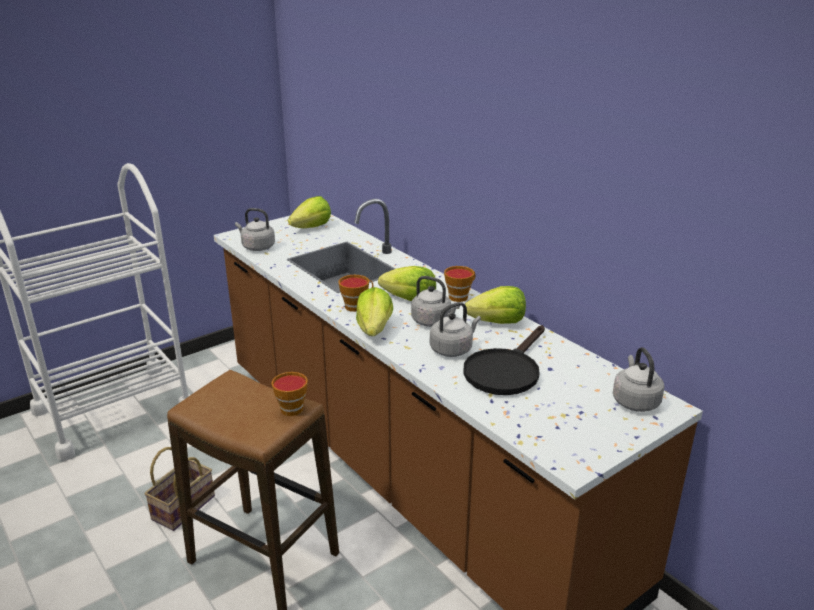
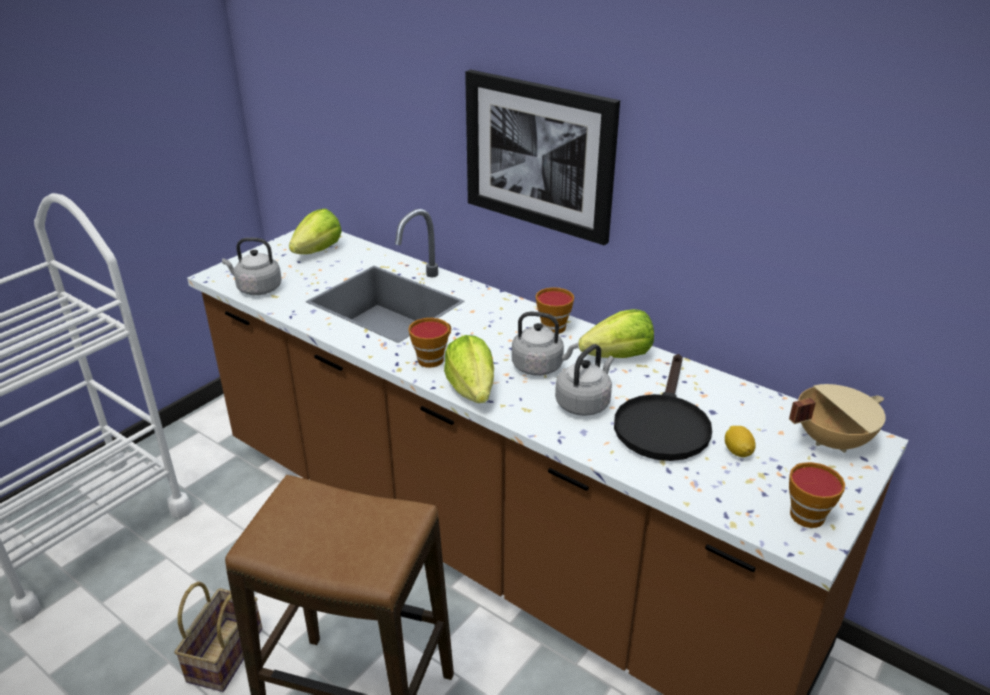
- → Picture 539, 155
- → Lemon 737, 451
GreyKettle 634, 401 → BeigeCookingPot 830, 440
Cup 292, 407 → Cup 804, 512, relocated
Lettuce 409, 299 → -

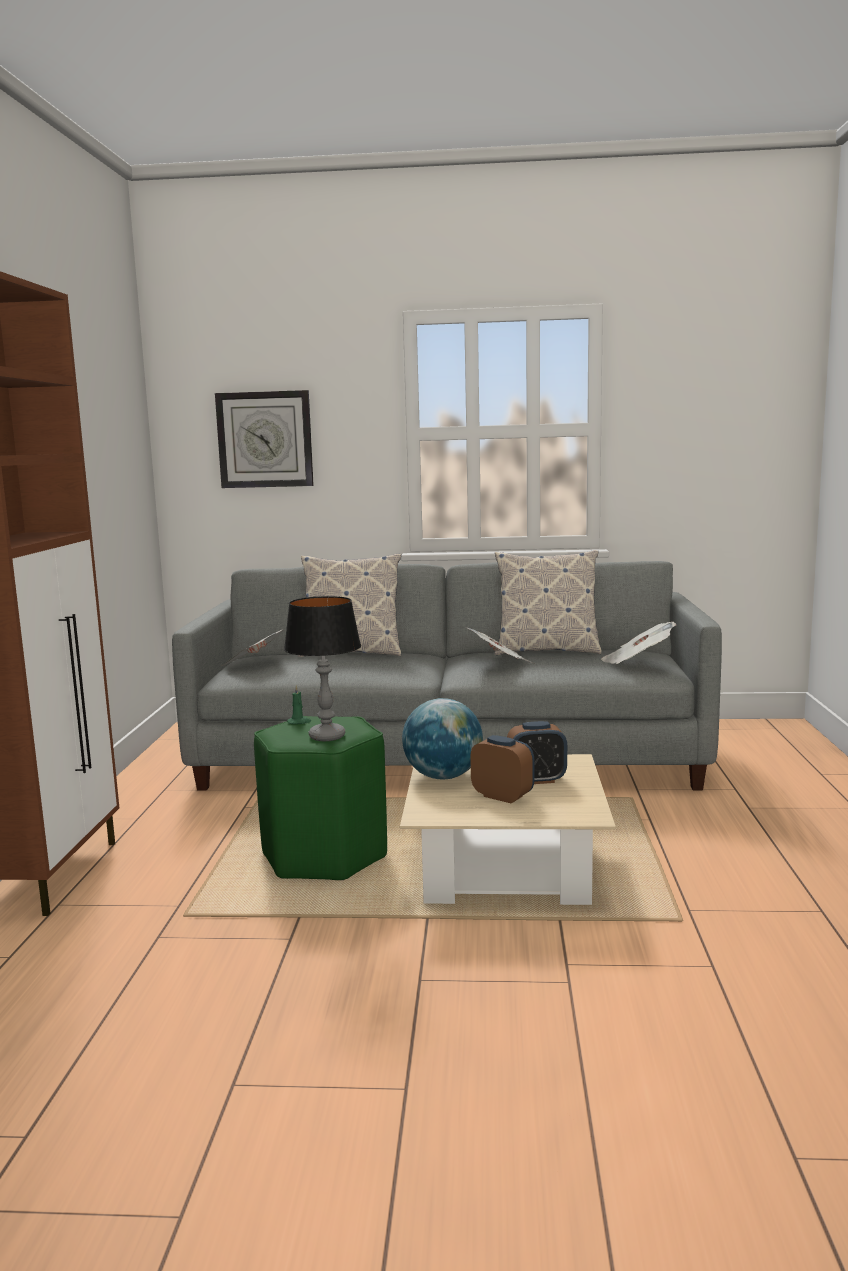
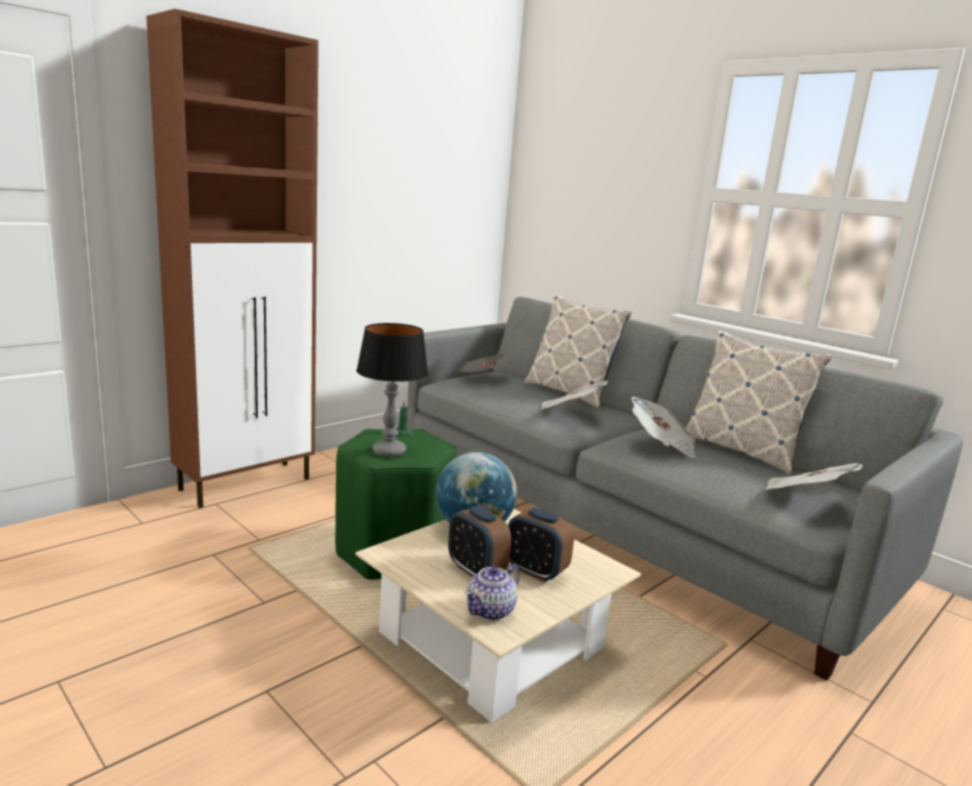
AlarmClock 502, 796 → AlarmClock 476, 570, 150 degrees clockwise
- → Teapot 491, 610
- → Newspaper 569, 412
WallClock 265, 439 → -

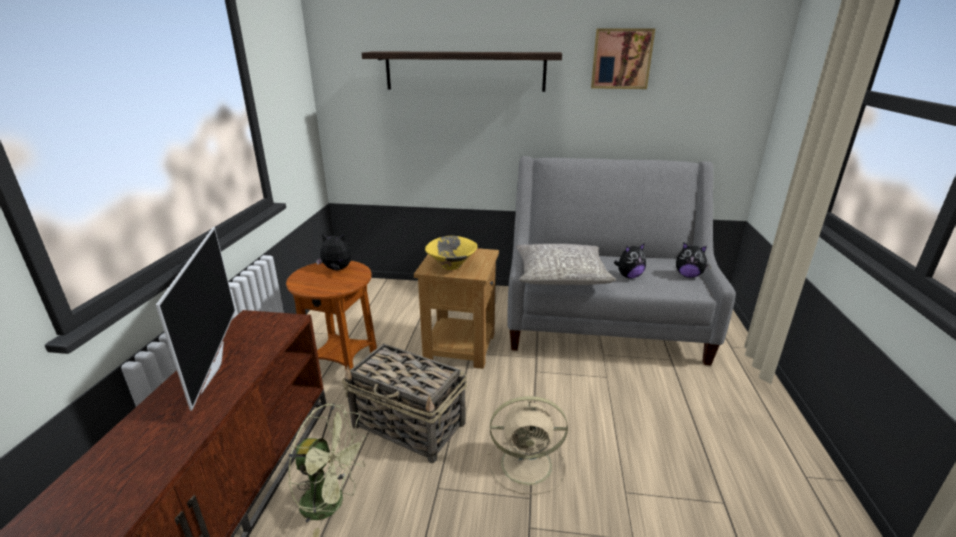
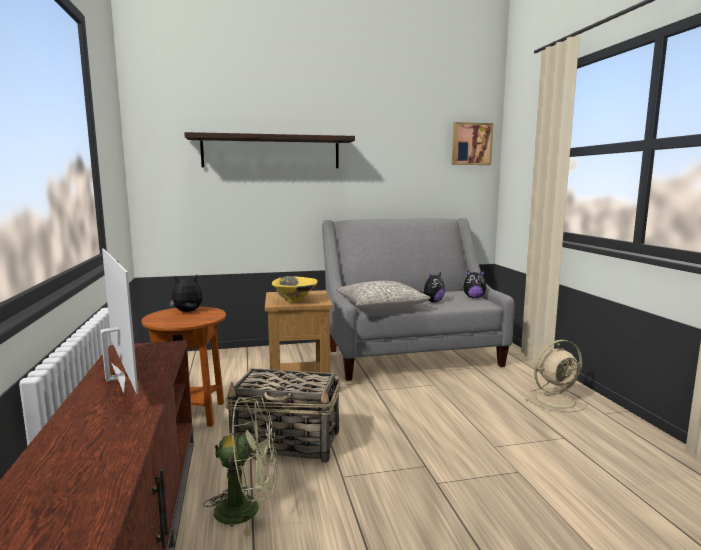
Picture 621, 59 → Picture 471, 144, relocated
BeigeFan 528, 464 → BeigeFan 557, 400, relocated

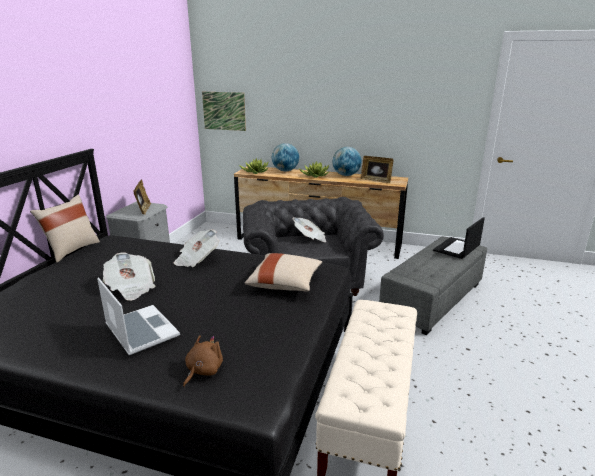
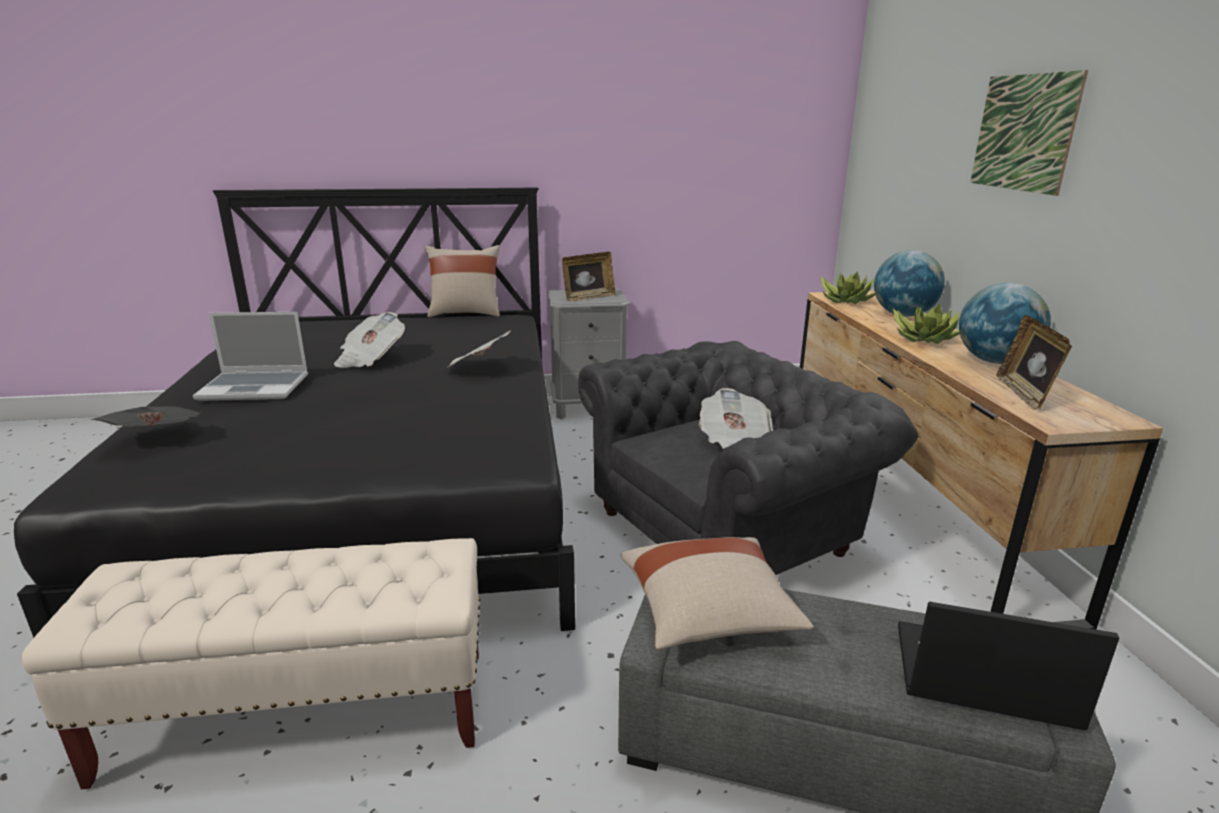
BrownPlushToy 203, 371 → Newspaper 157, 440
Laptop 140, 331 → Laptop 256, 387, 60 degrees clockwise
BeigePillow 285, 283 → BeigePillow 708, 614, relocated
Picture 224, 111 → Picture 1023, 132, relocated

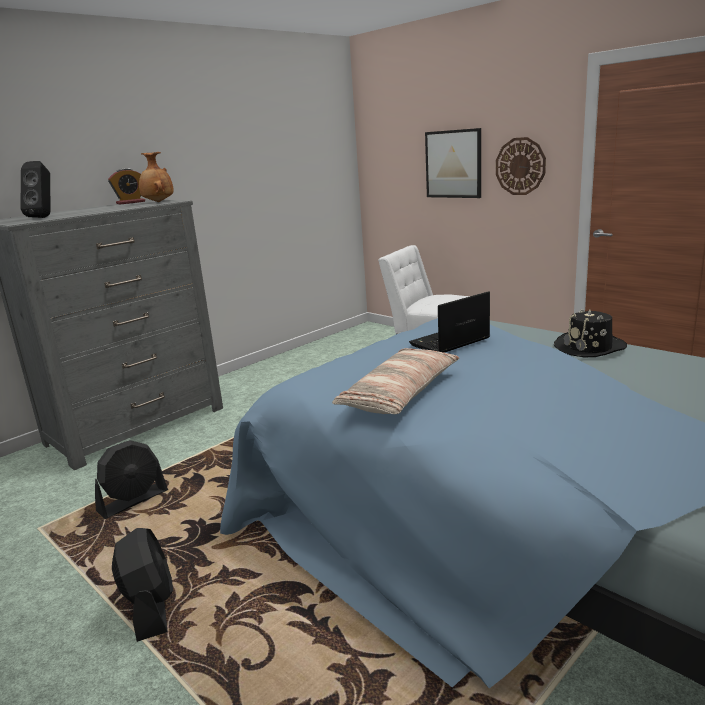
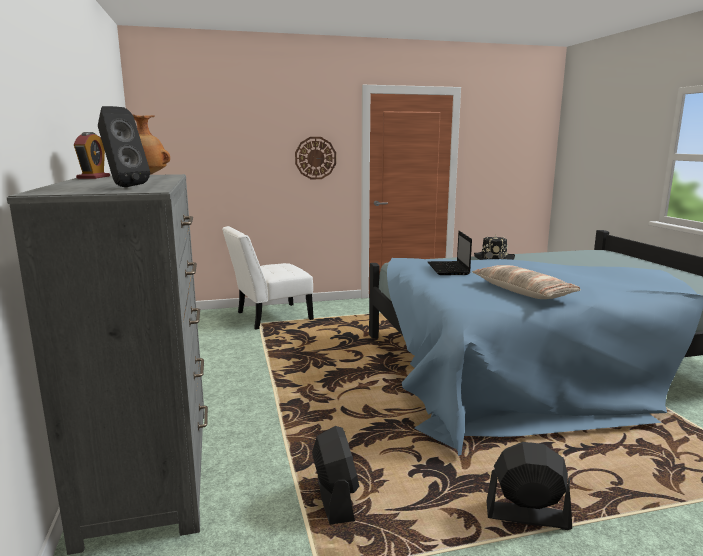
Picture 453, 164 → -

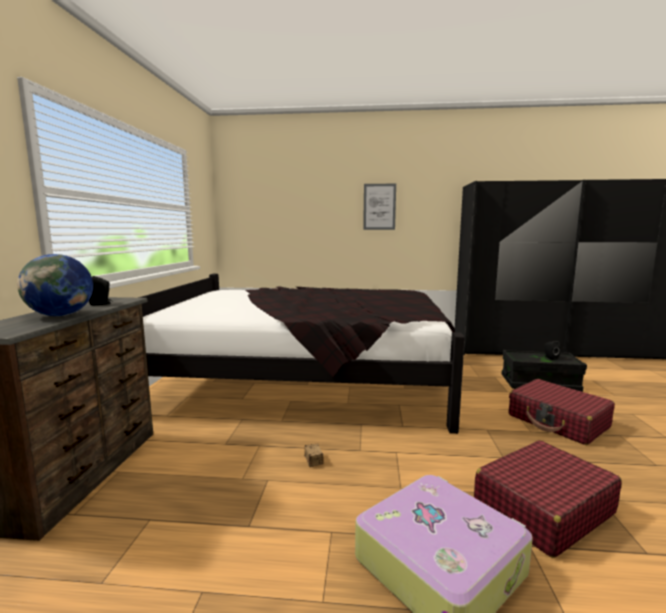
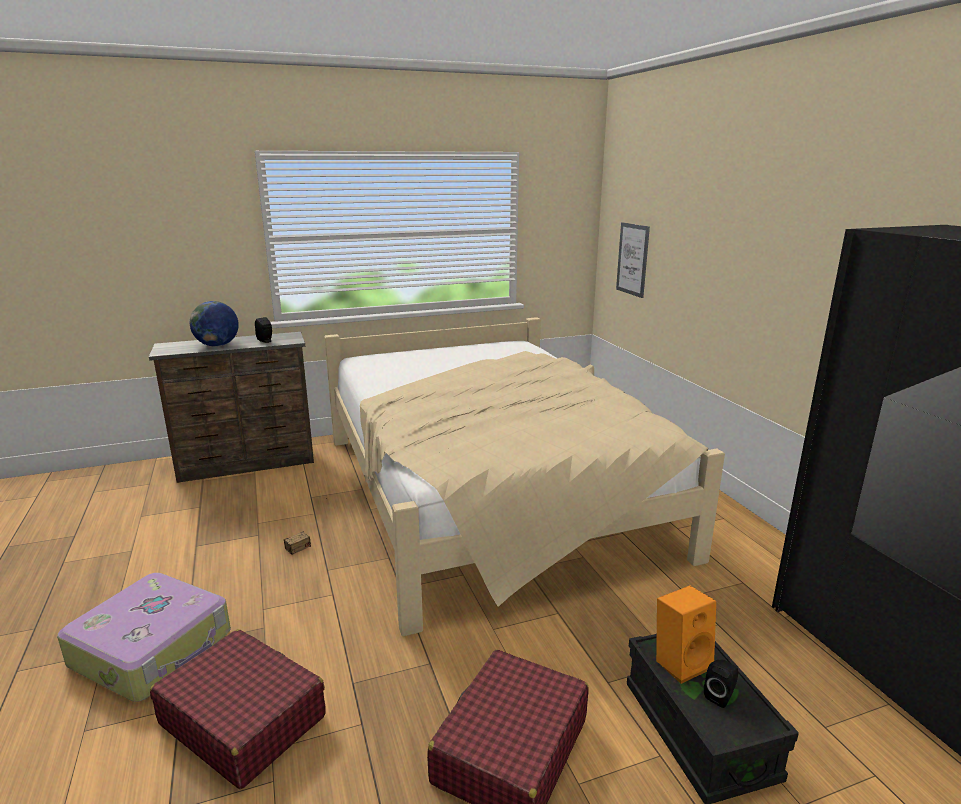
BlackBed 307, 380 → BeigeBed 491, 493
Picture 379, 207 → Picture 632, 259, relocated
- → OrangeSpeaker 681, 661

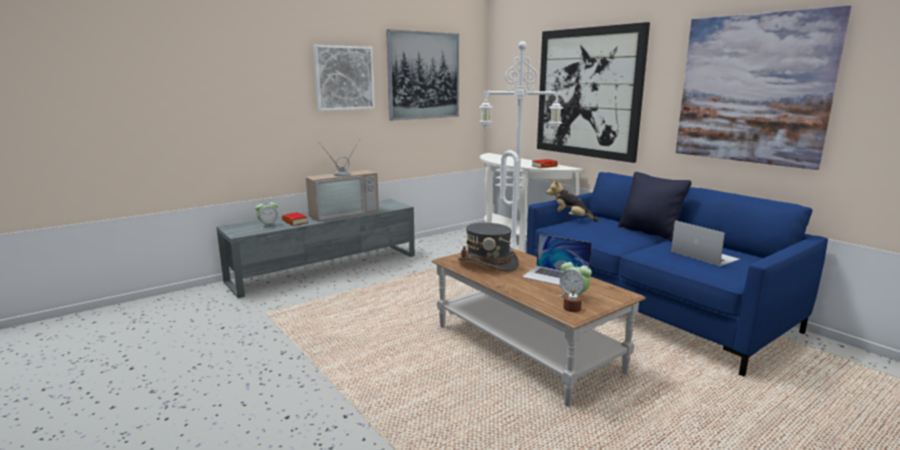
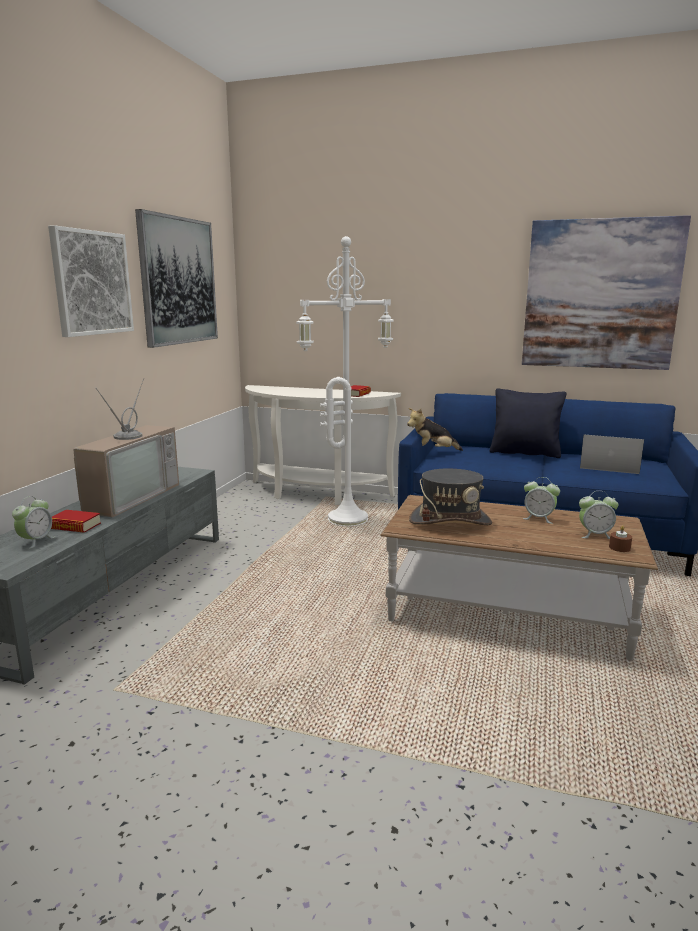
Laptop 556, 276 → AlarmClock 539, 518
Picture 588, 93 → -

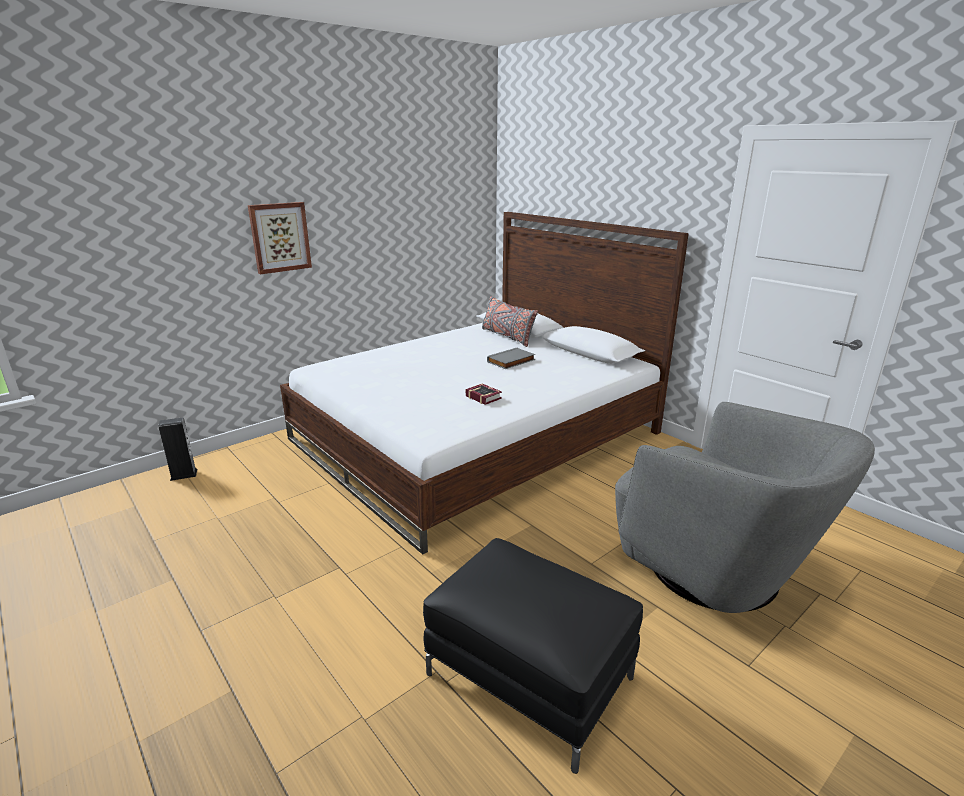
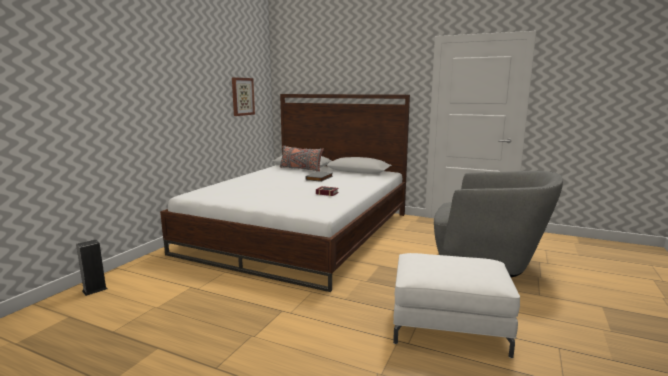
Picture 280, 237 → Picture 242, 96, relocated
BlackOttoman 529, 675 → WhiteOttoman 449, 327

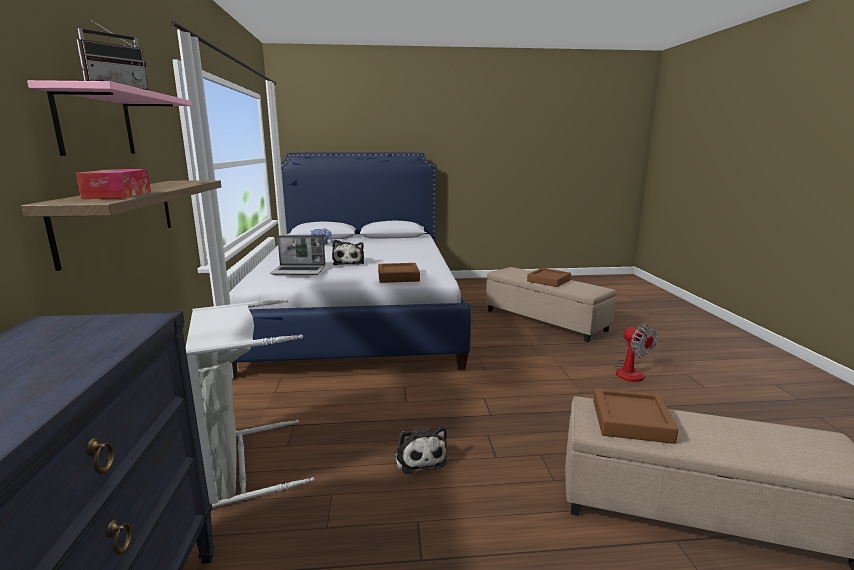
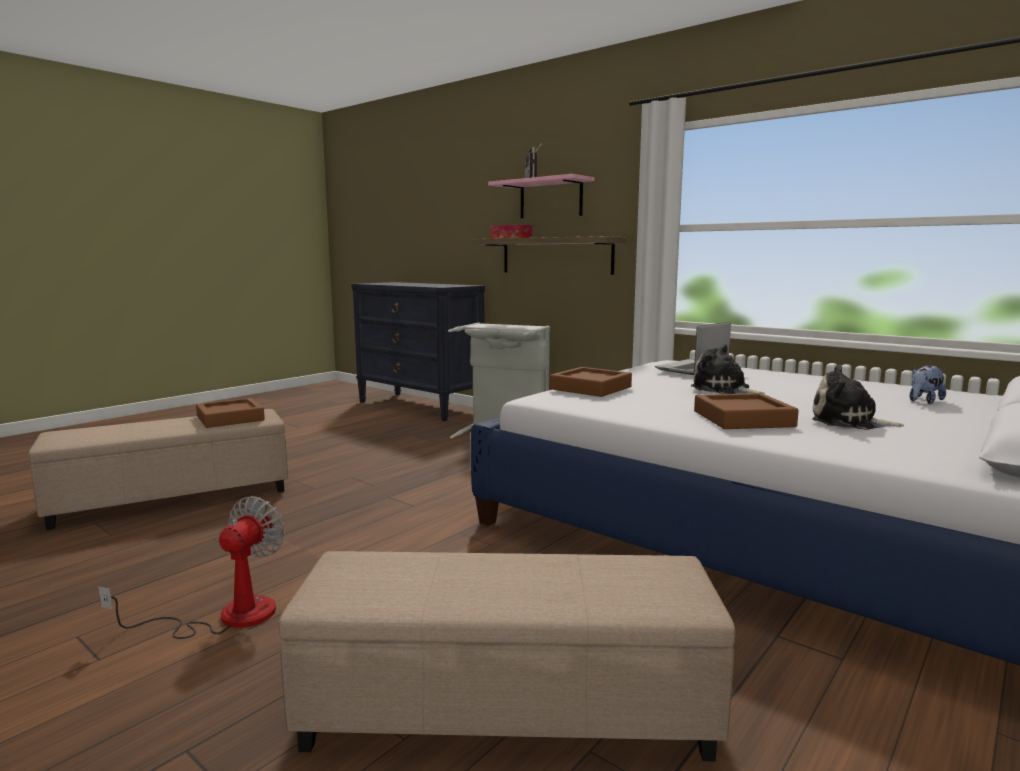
Fan 630, 371 → Fan 226, 617, 90 degrees clockwise
BrownTray 548, 280 → BrownTray 743, 419, relocated
PlushToy 419, 457 → PlushToy 848, 422, relocated

